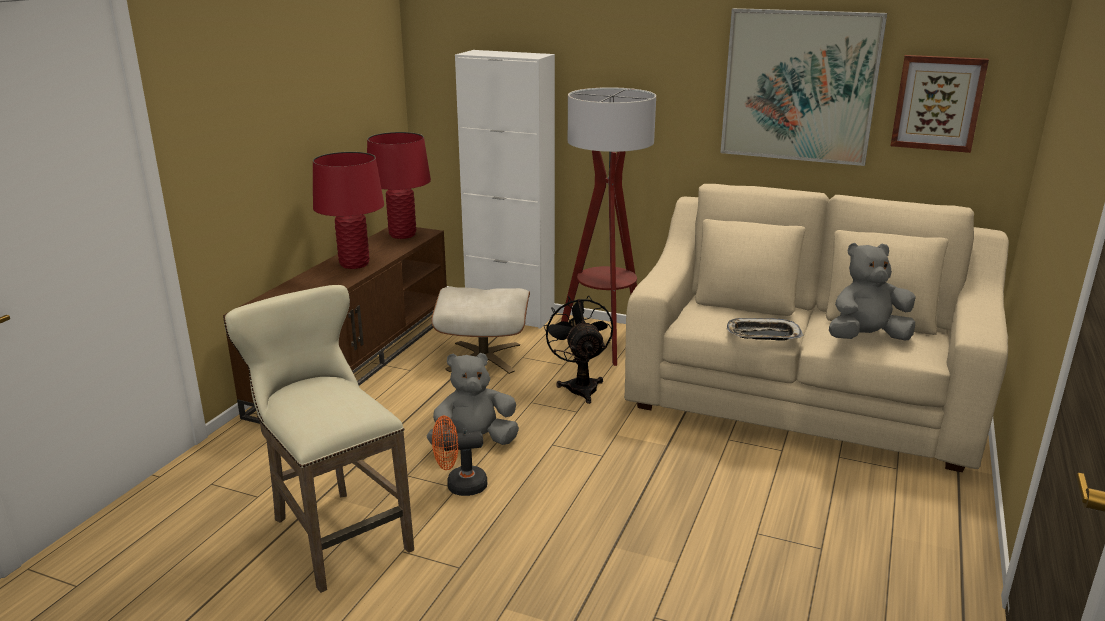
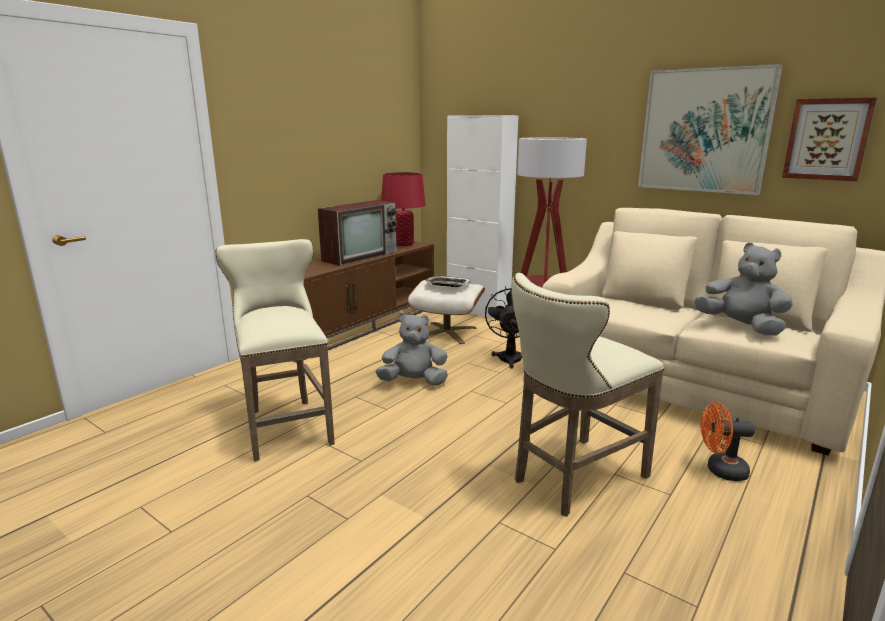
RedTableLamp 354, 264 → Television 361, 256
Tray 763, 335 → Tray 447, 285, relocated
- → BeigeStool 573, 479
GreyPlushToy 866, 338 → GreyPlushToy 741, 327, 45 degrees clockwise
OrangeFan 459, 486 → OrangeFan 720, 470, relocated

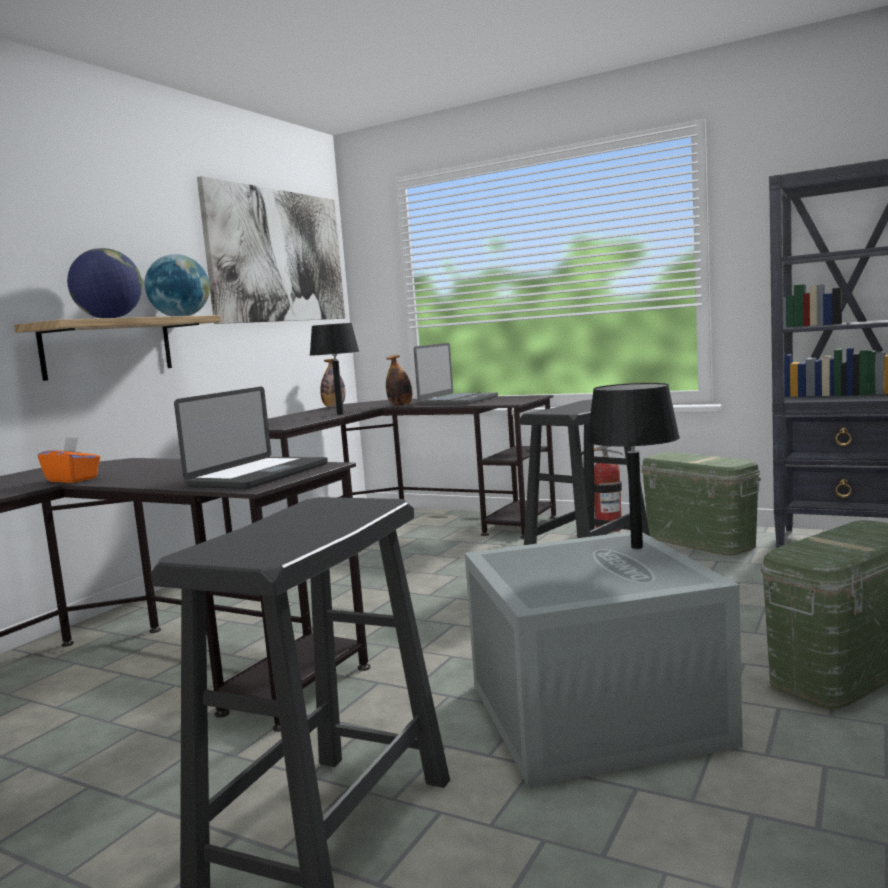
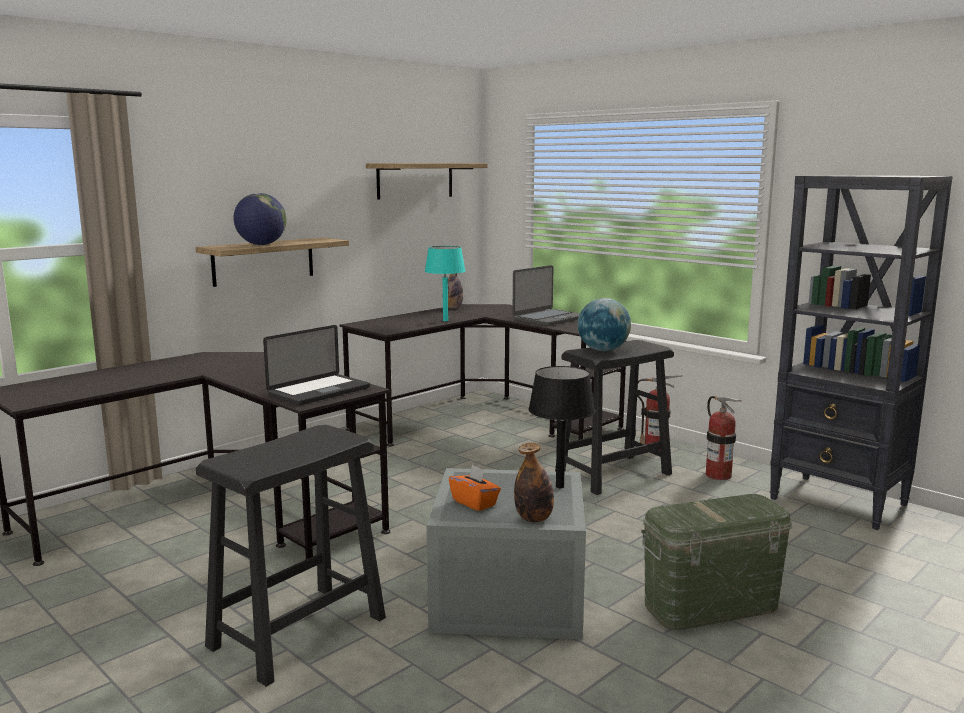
Picture 277, 256 → Shelf 415, 180
BlackTableLamp 340, 414 → TurquoiseTableLamp 445, 320
OrangeTissueBox 72, 480 → OrangeTissueBox 474, 503, relocated
Bottle 400, 405 → Bottle 534, 519, relocated
Globe 181, 317 → Globe 603, 350, relocated
GreenStorageBox 700, 541 → FireExtinguisher 718, 475

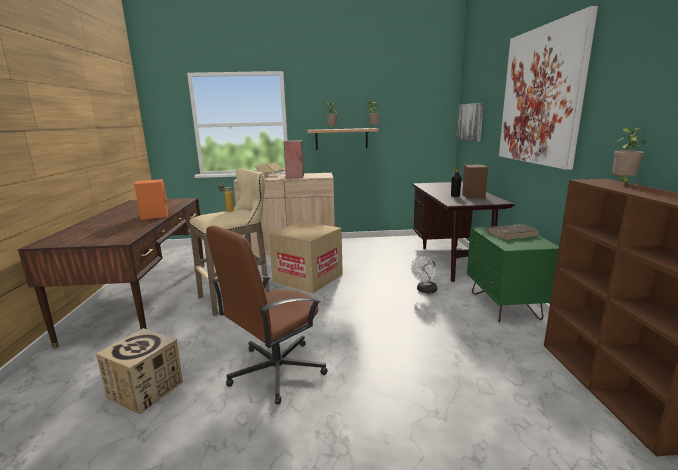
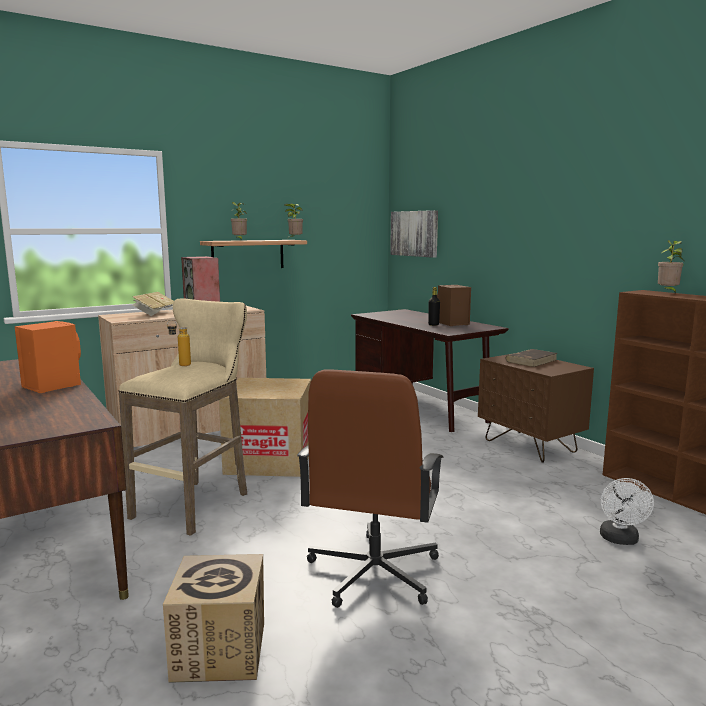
GreenNightstand 505, 306 → BrownNightstand 530, 446
WhiteFan 425, 291 → WhiteFan 620, 540, relocated
Picture 541, 96 → -

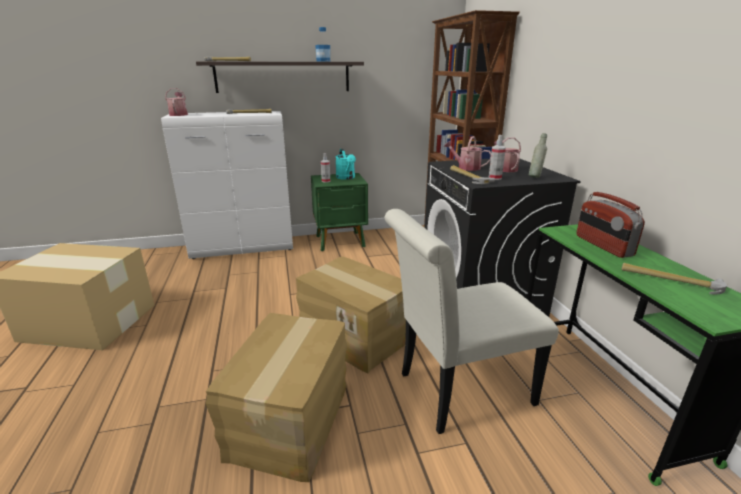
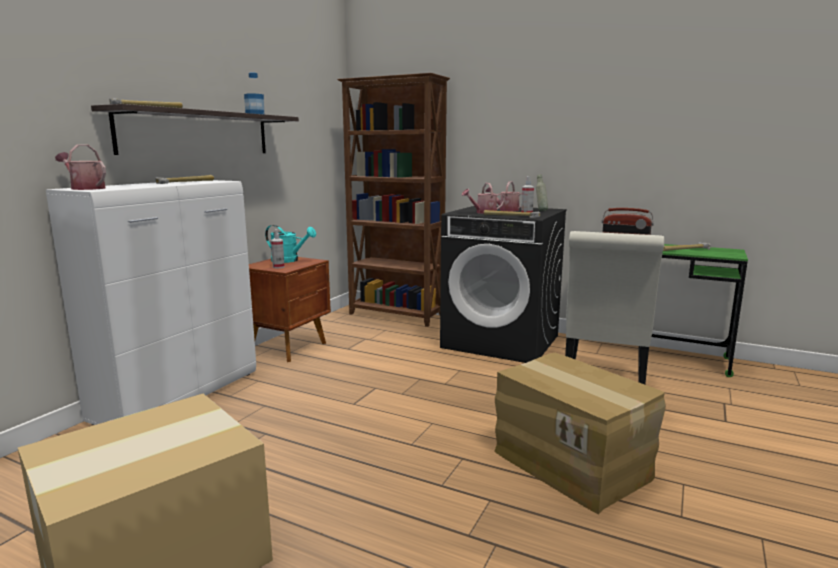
GreenNightstand 341, 241 → BrownNightstand 289, 347
CardboardBox 355, 336 → -

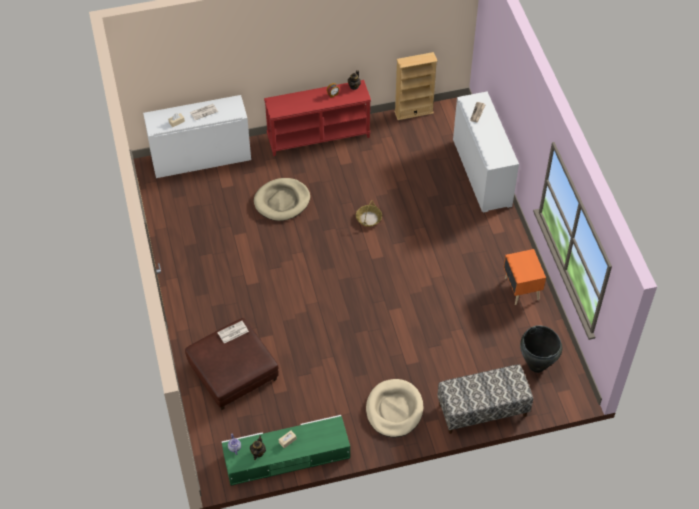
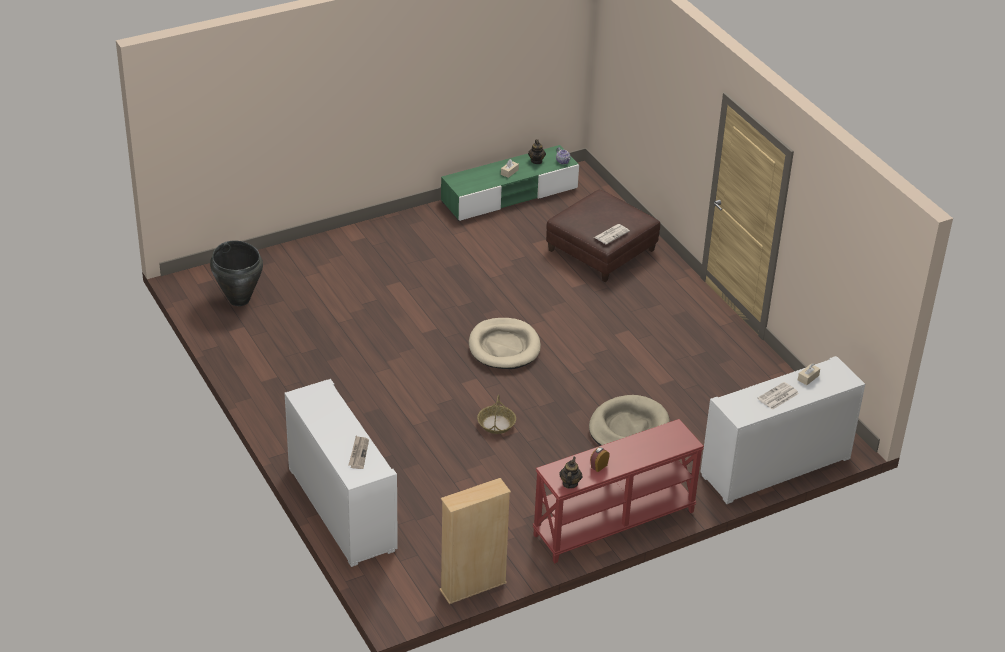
BeigeDogBed 394, 410 → BeigeDogBed 504, 347, relocated
Bench 482, 410 → -
OrangeNightstand 521, 289 → -

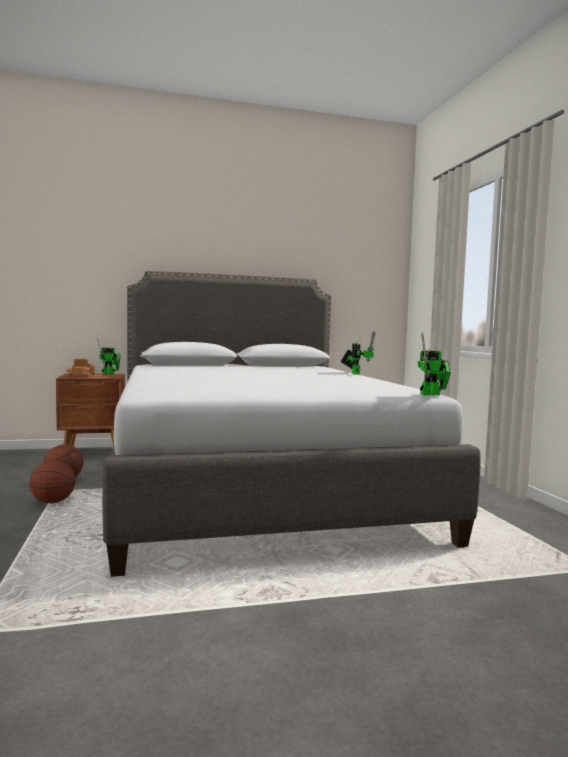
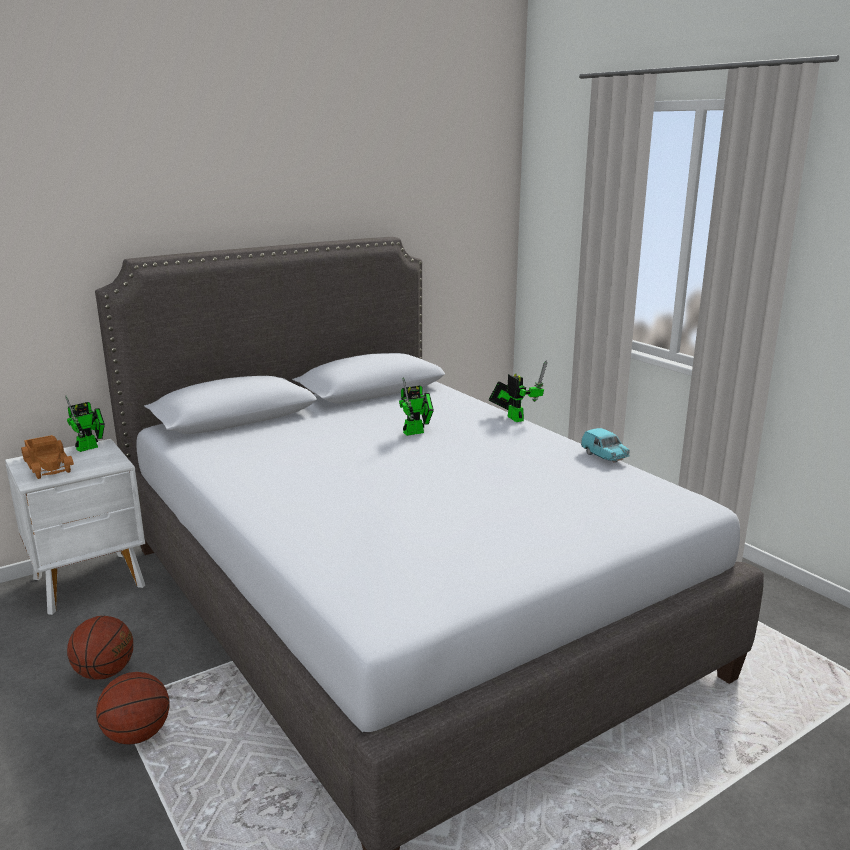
BrownNightstand 94, 454 → WhiteNightstand 91, 583
ToyRobot 433, 394 → ToyRobot 416, 432, relocated
- → TurquoiseToyCar 604, 457

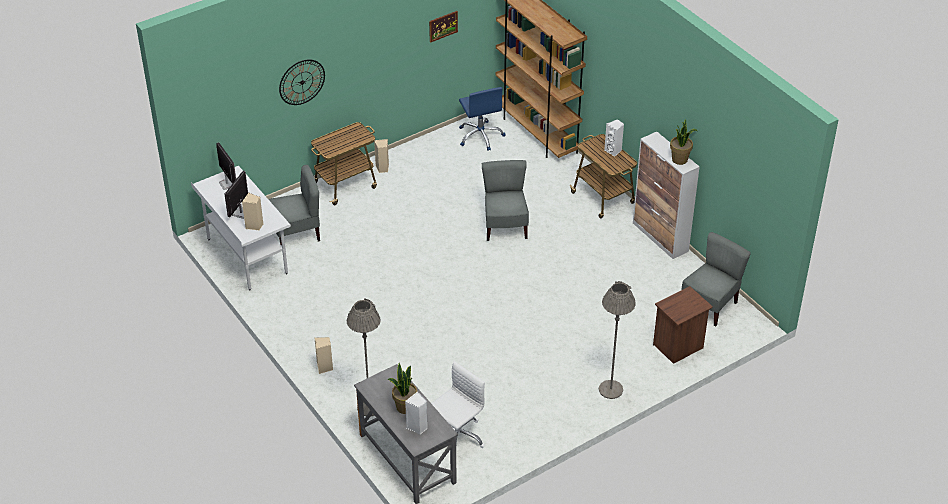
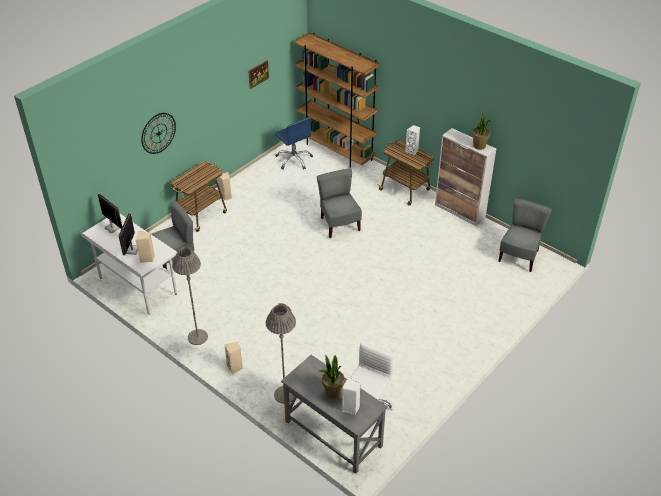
GreyFloorLamp 610, 389 → GreyFloorLamp 197, 337, relocated
BrownNightstand 679, 347 → -

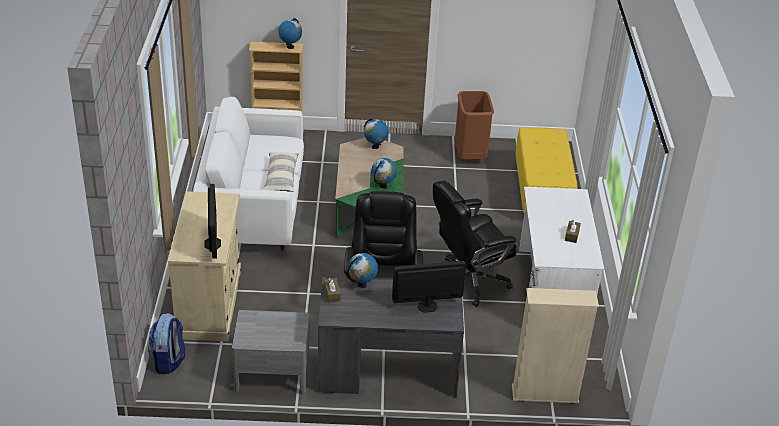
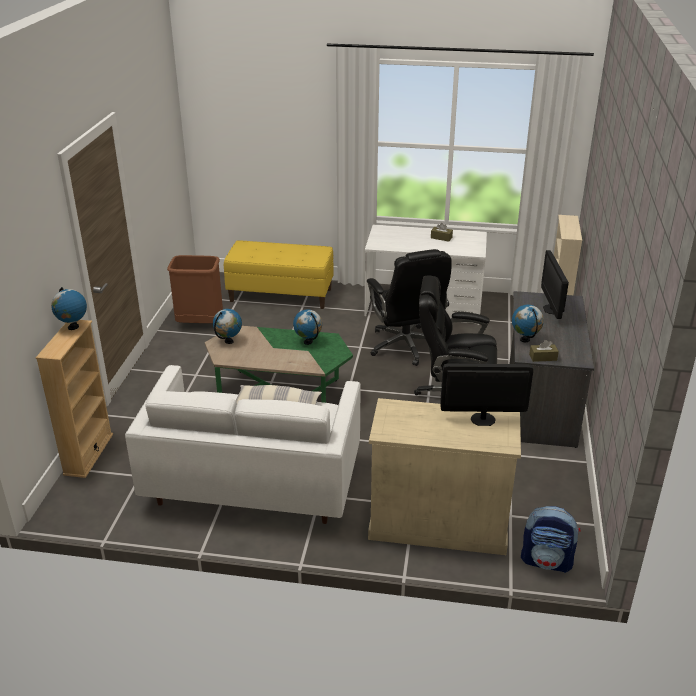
GreyNightstand 272, 373 → -

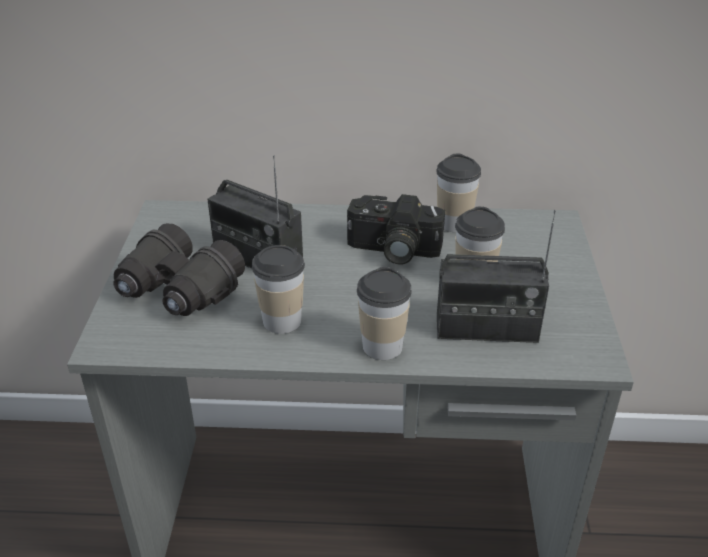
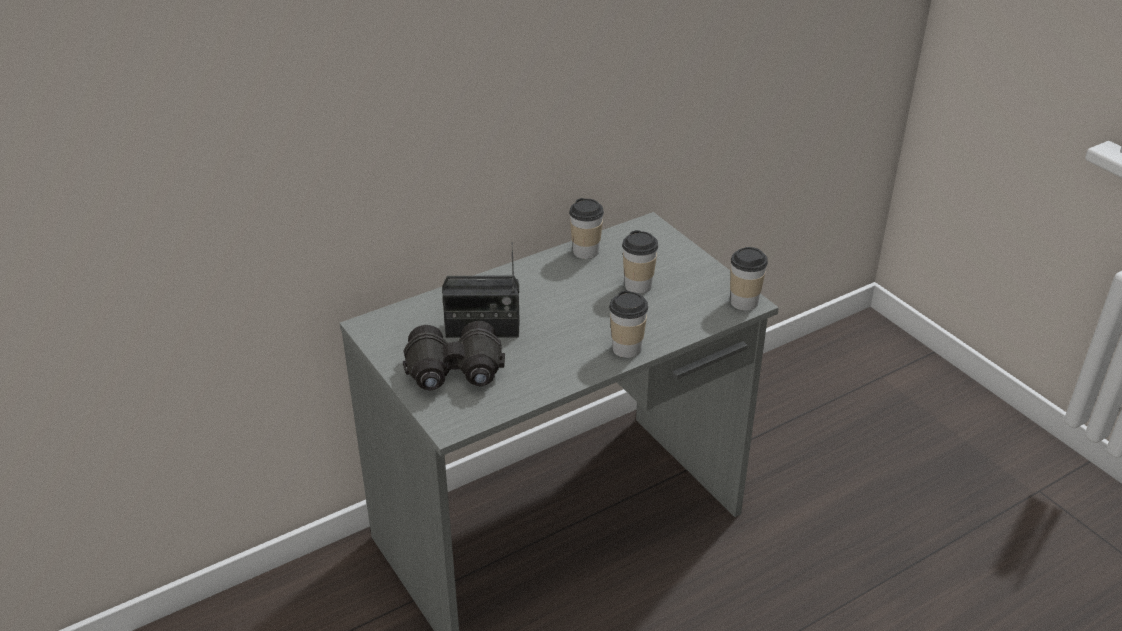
Cup 282, 321 → Cup 744, 302, relocated
PhotoCamera 392, 250 → -
Radio 486, 329 → -

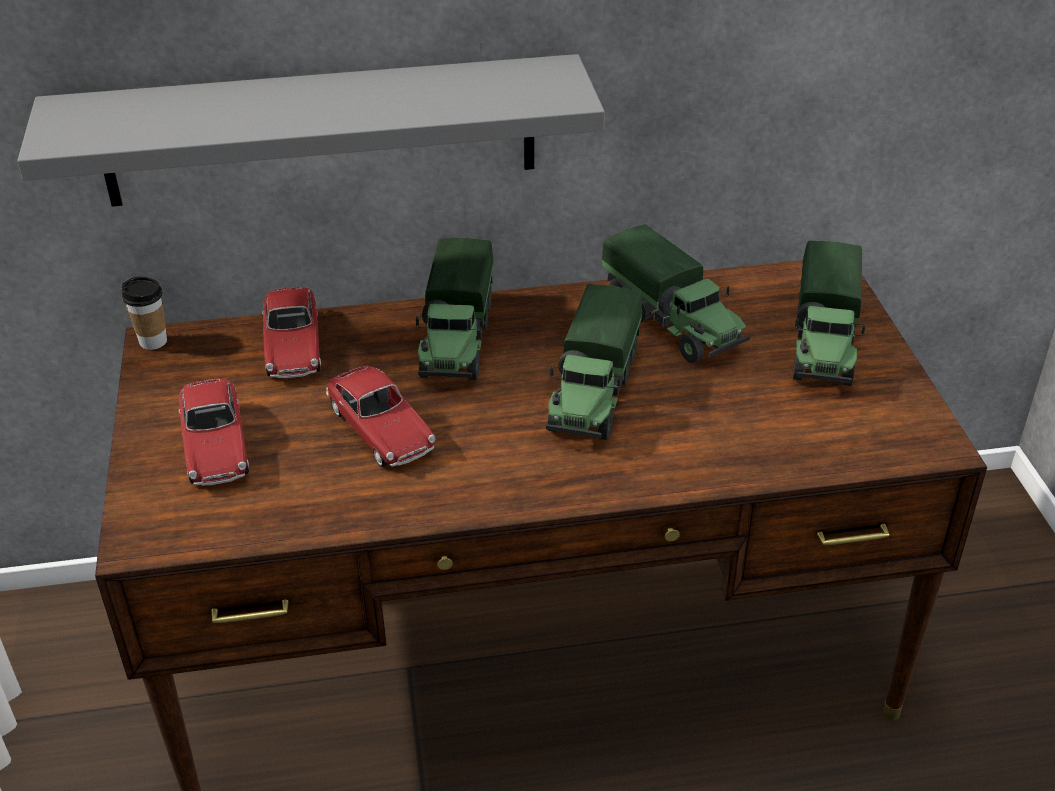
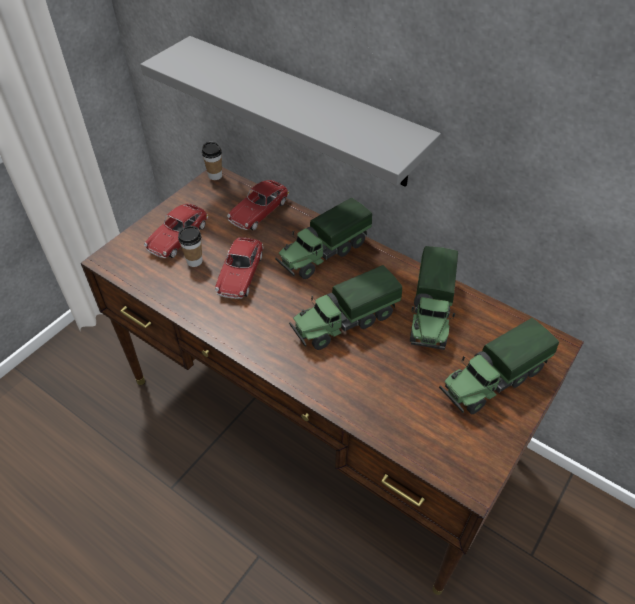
- → Cup 194, 261

